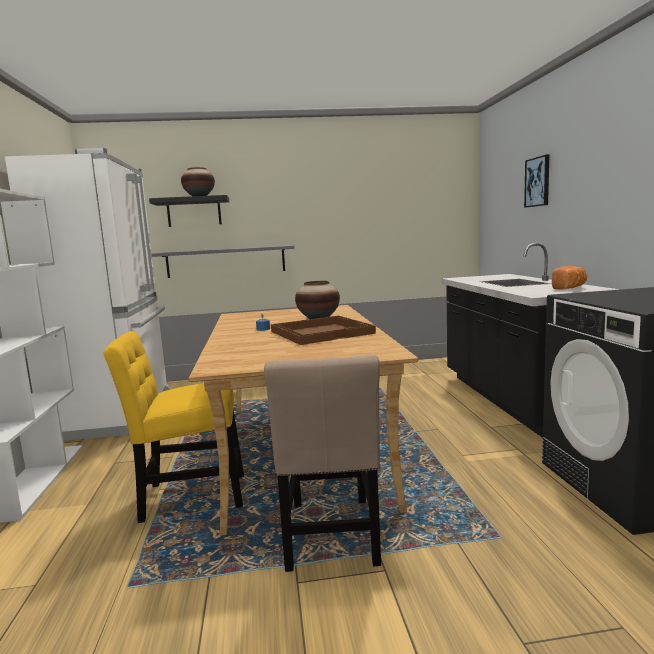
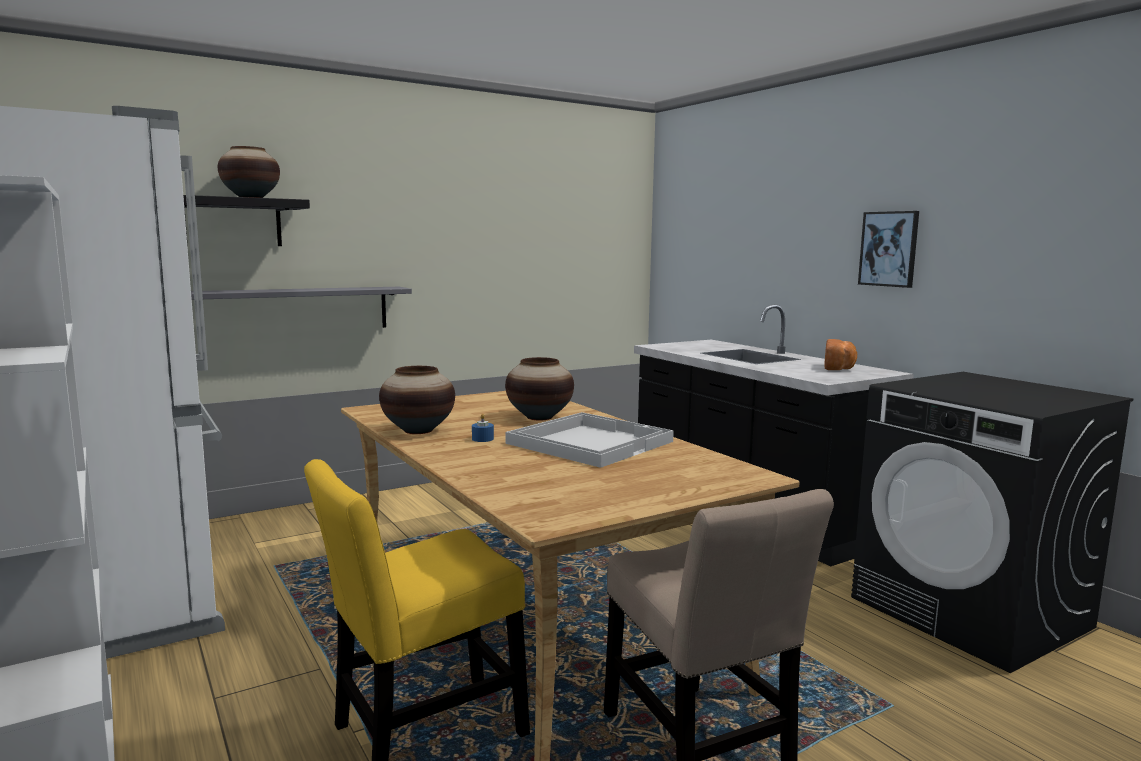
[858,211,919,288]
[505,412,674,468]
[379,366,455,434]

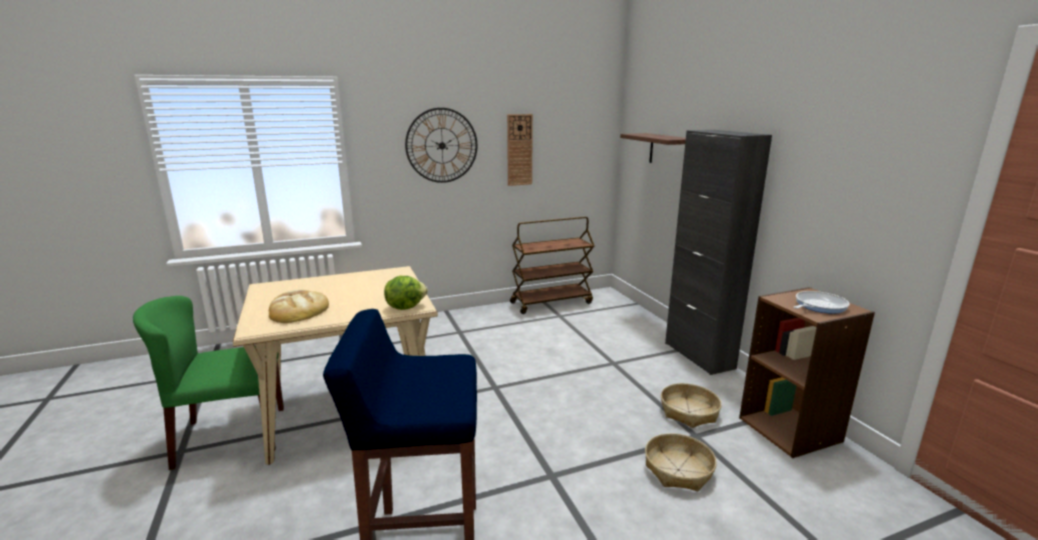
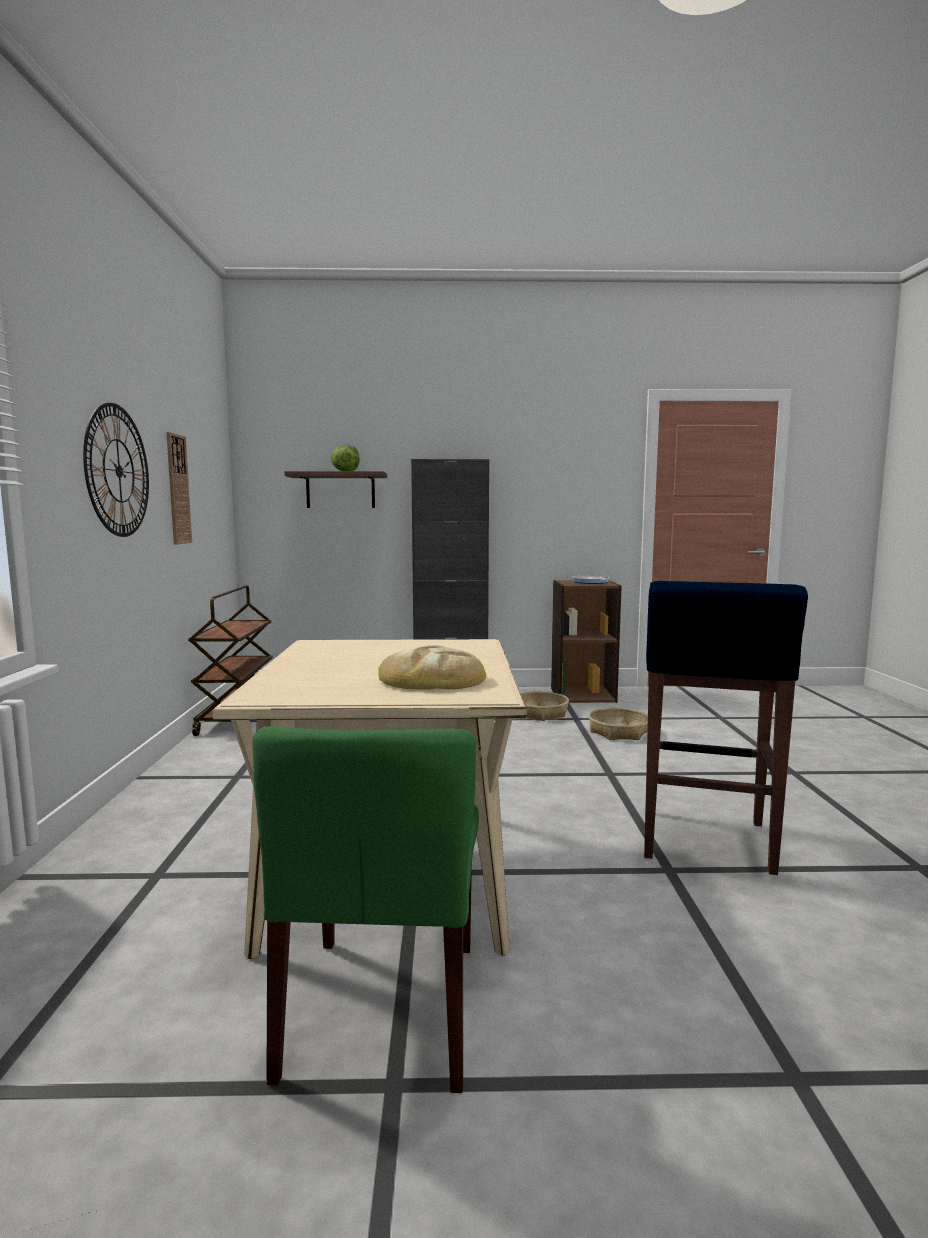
[331,445,359,471]

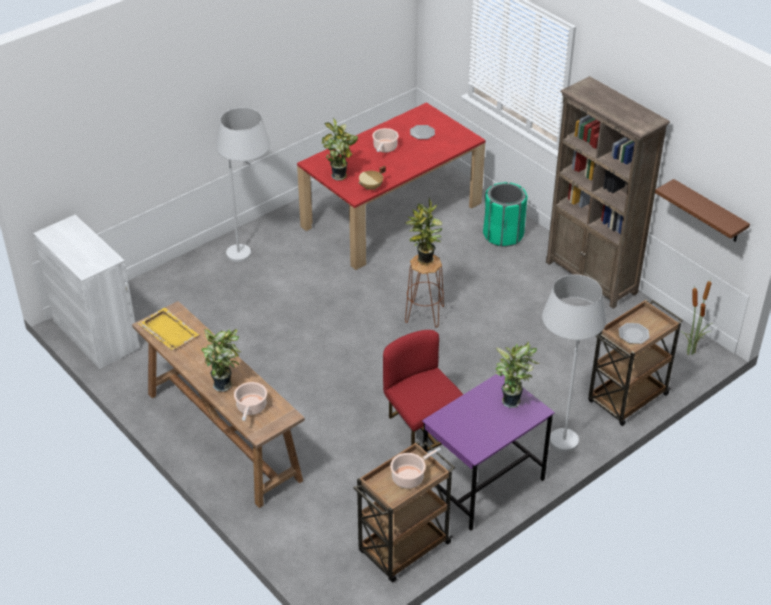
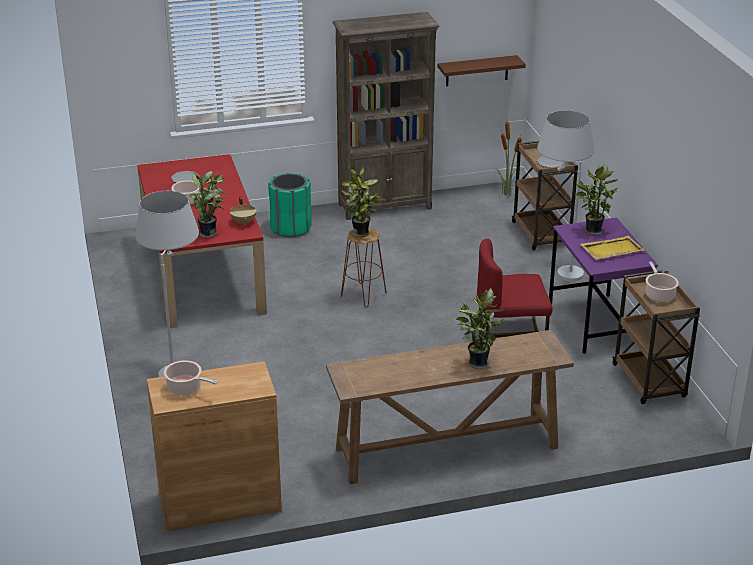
[147,361,282,532]
[581,236,644,260]
[164,360,218,395]

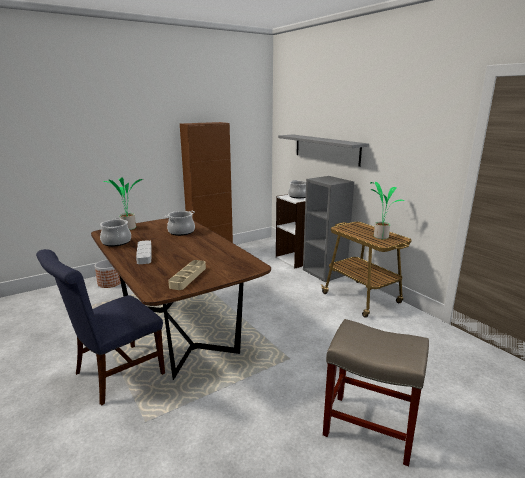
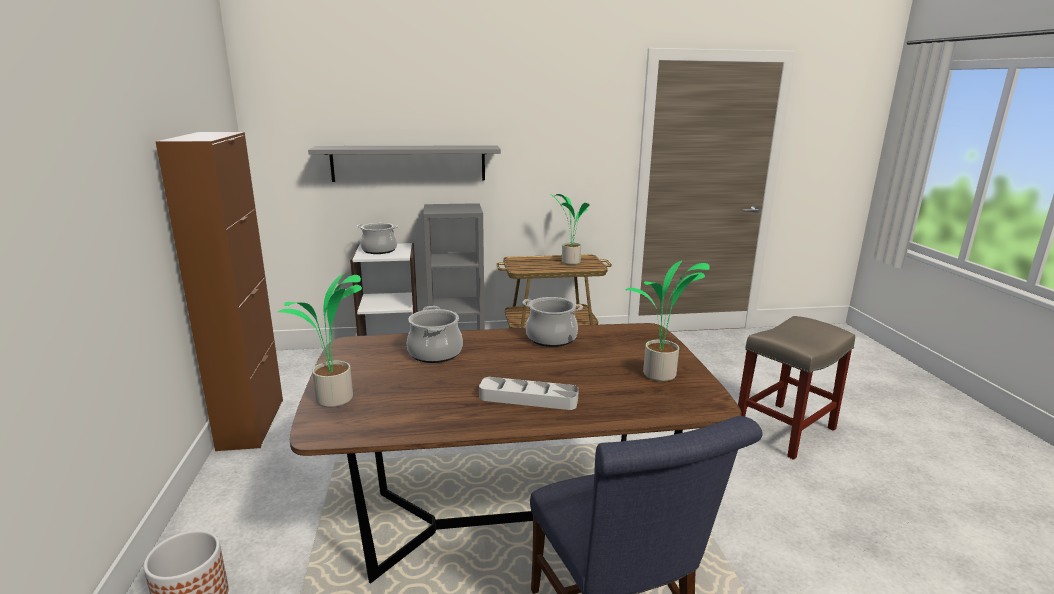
[522,297,583,347]
[625,260,710,382]

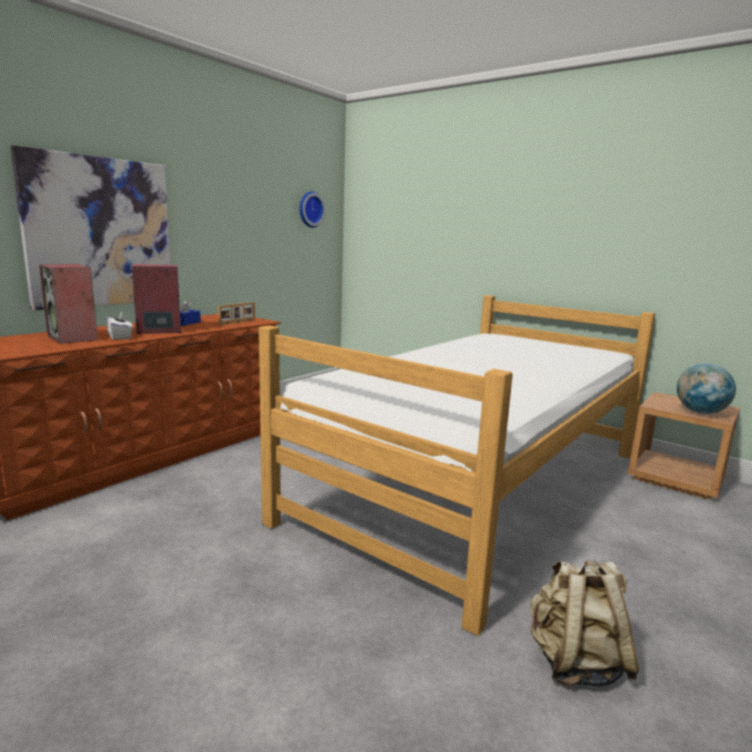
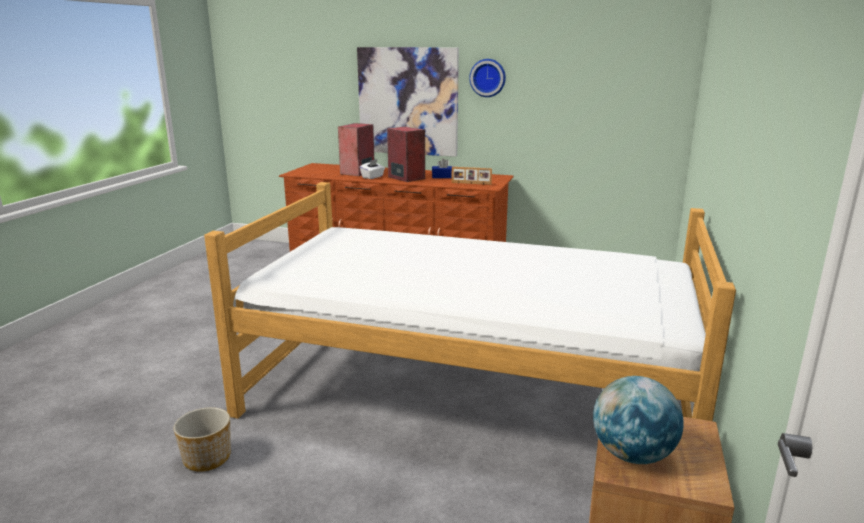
[469,59,506,97]
[174,407,231,472]

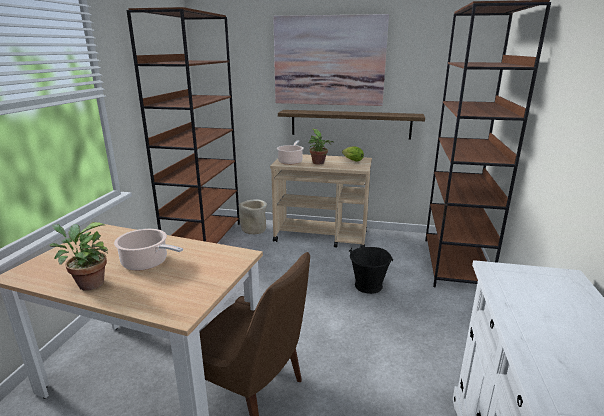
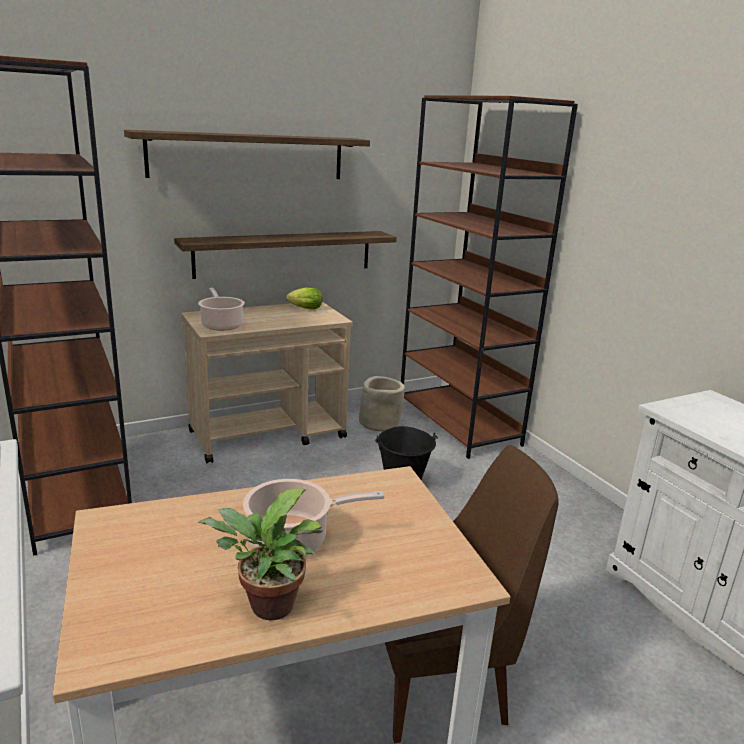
[124,130,370,179]
[309,129,334,165] (first image)
[359,376,405,431]

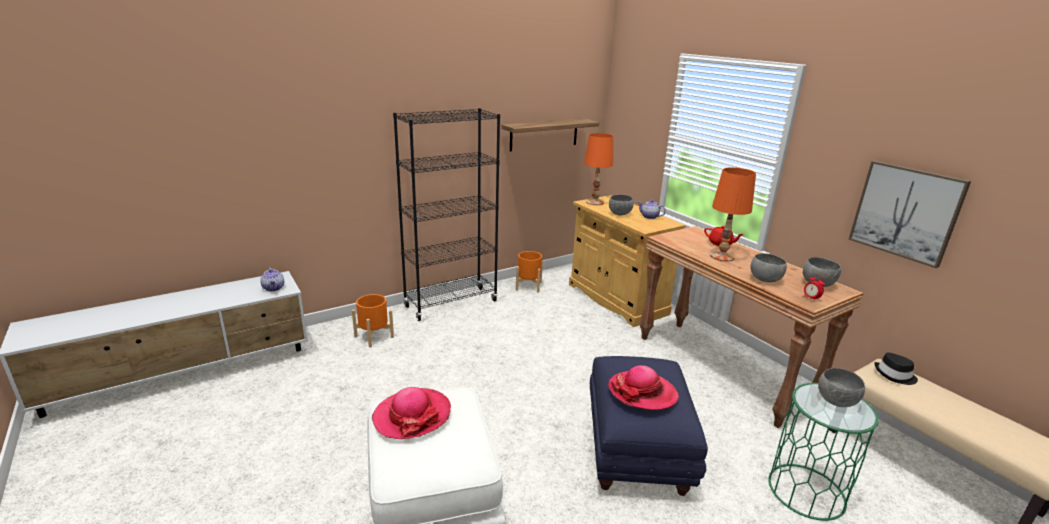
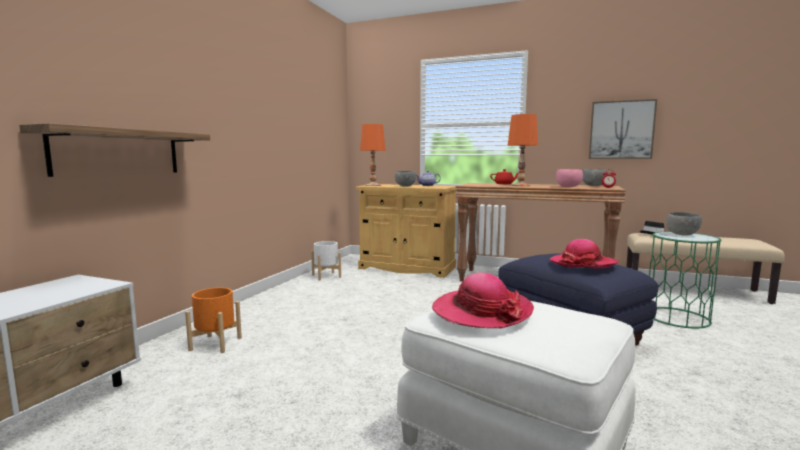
[393,108,500,321] (first image)
[19,123,210,177]
[311,241,341,281]
[556,169,583,187]
[260,267,284,291] (first image)

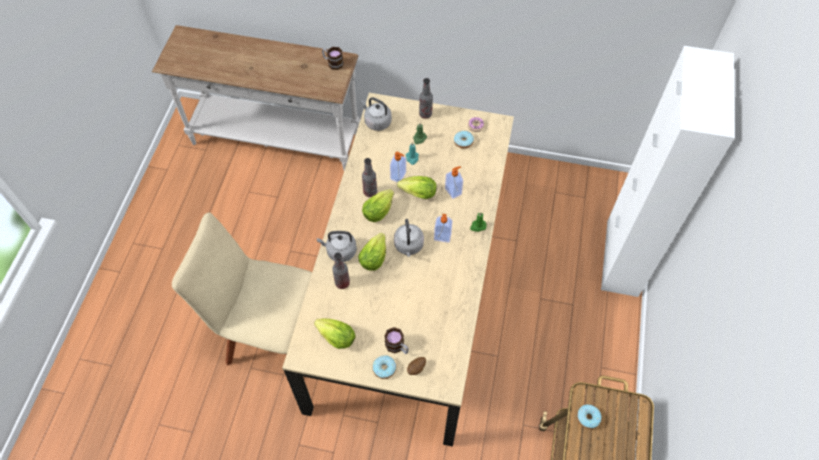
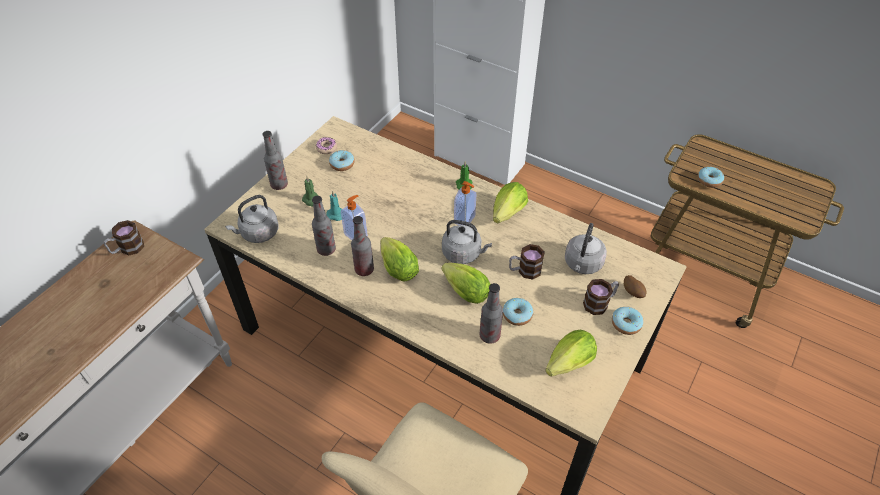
[445,166,463,199] (first image)
[493,182,528,224]
[565,223,607,274]
[312,196,336,256]
[509,244,545,280]
[503,298,533,326]

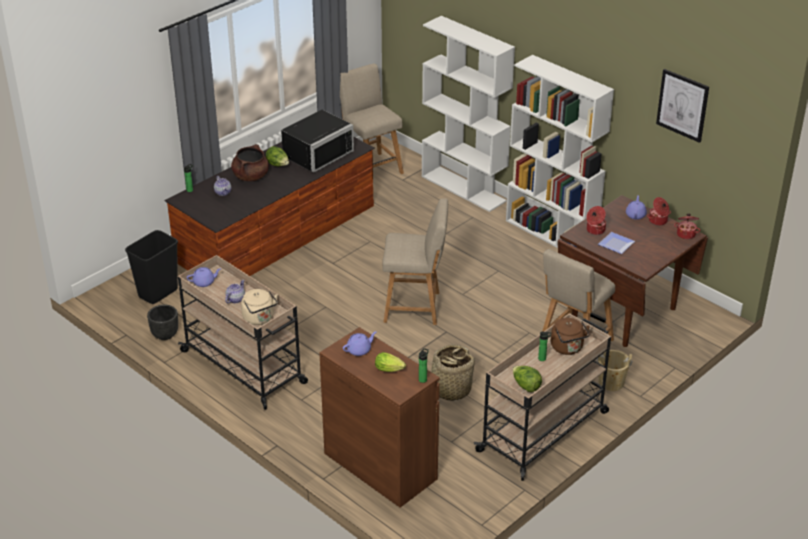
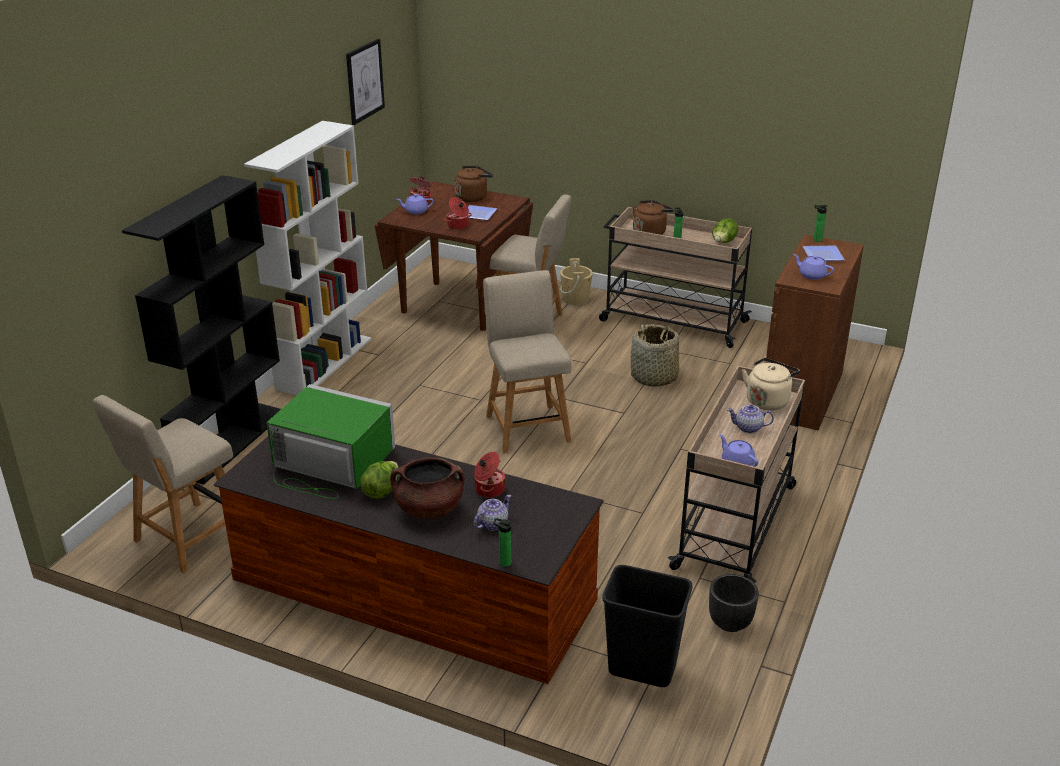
[122,175,281,485]
[267,384,395,499]
[474,452,506,498]
[803,246,845,261]
[455,166,493,202]

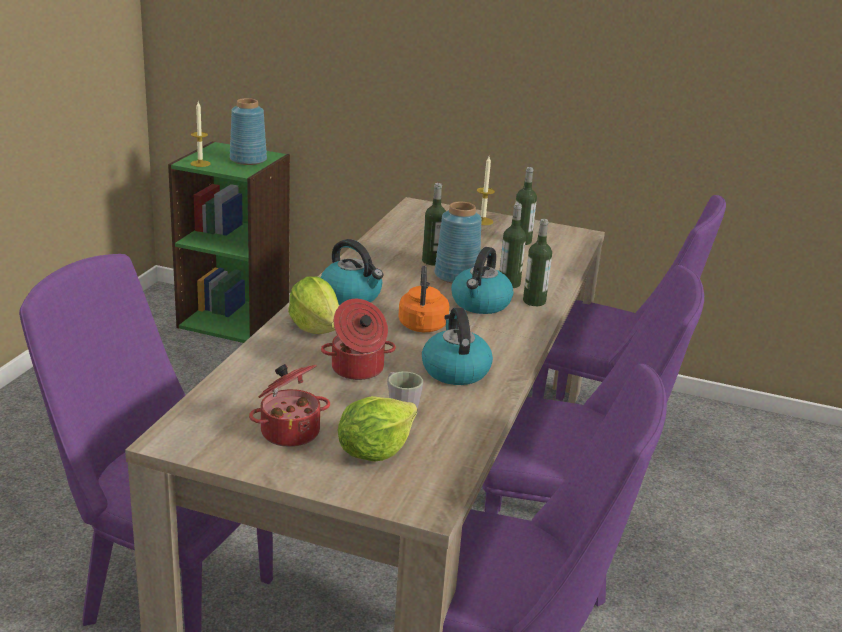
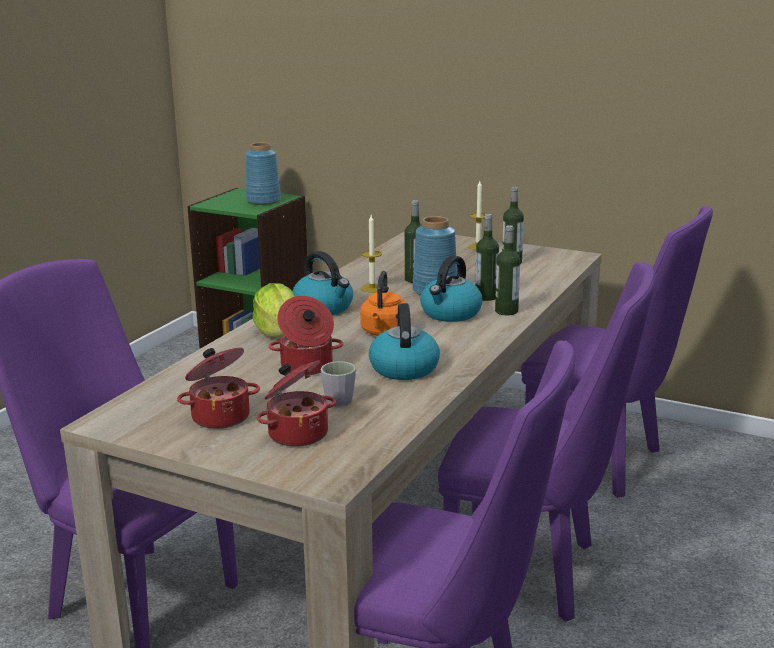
[361,215,382,293]
[257,360,336,447]

